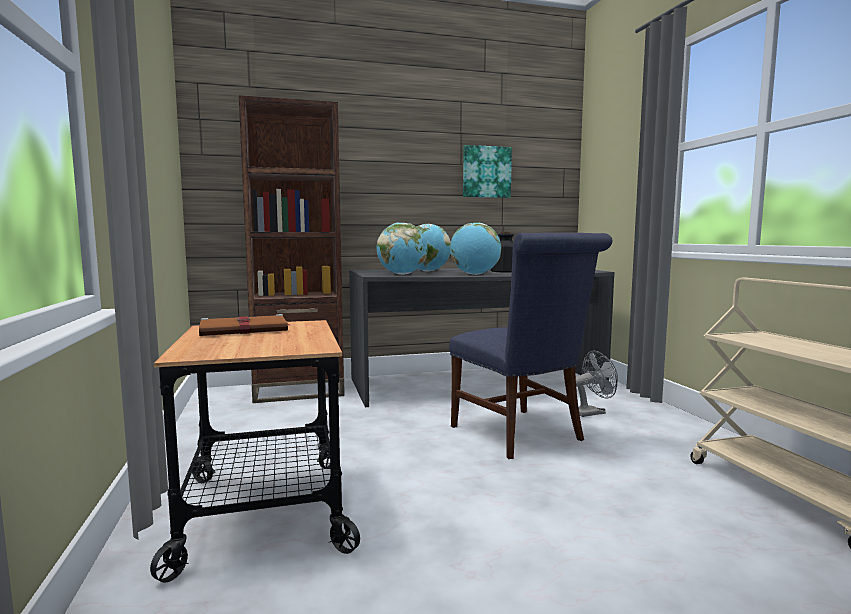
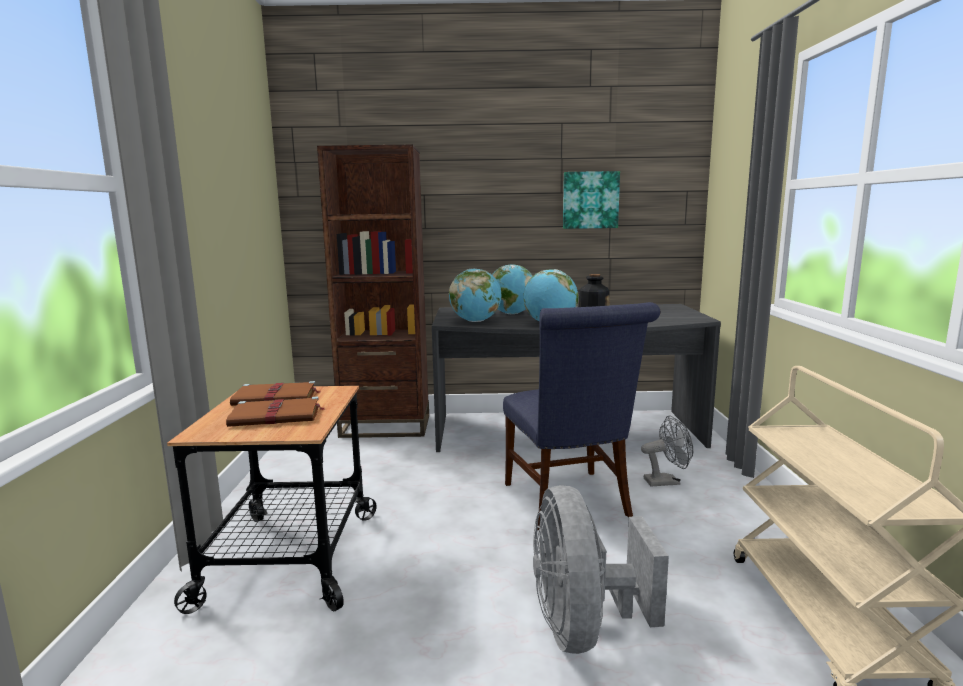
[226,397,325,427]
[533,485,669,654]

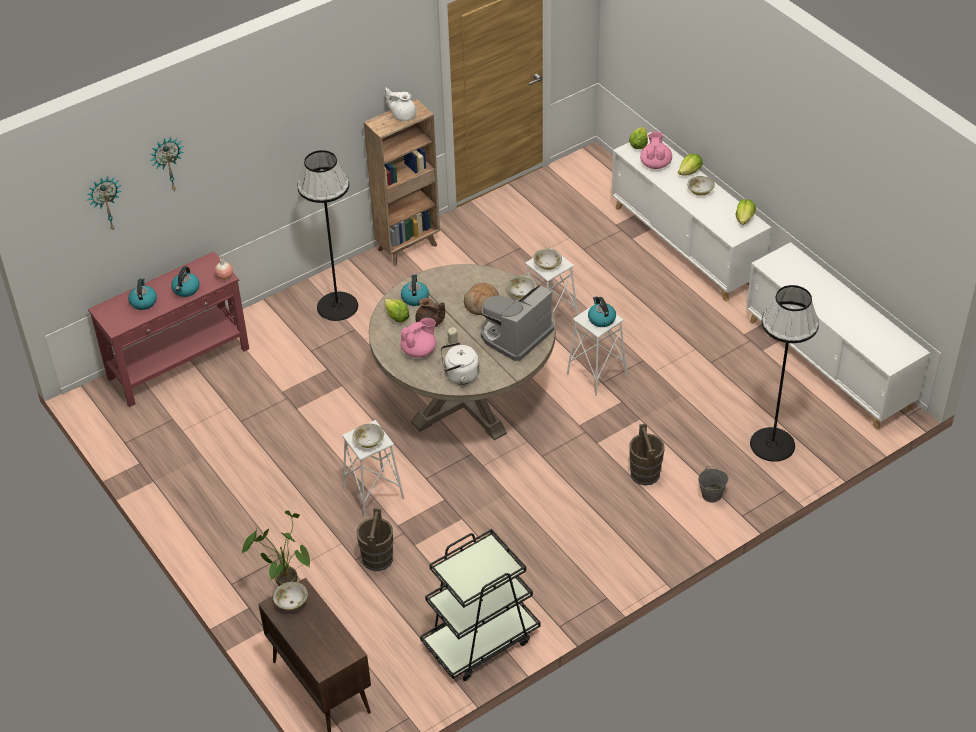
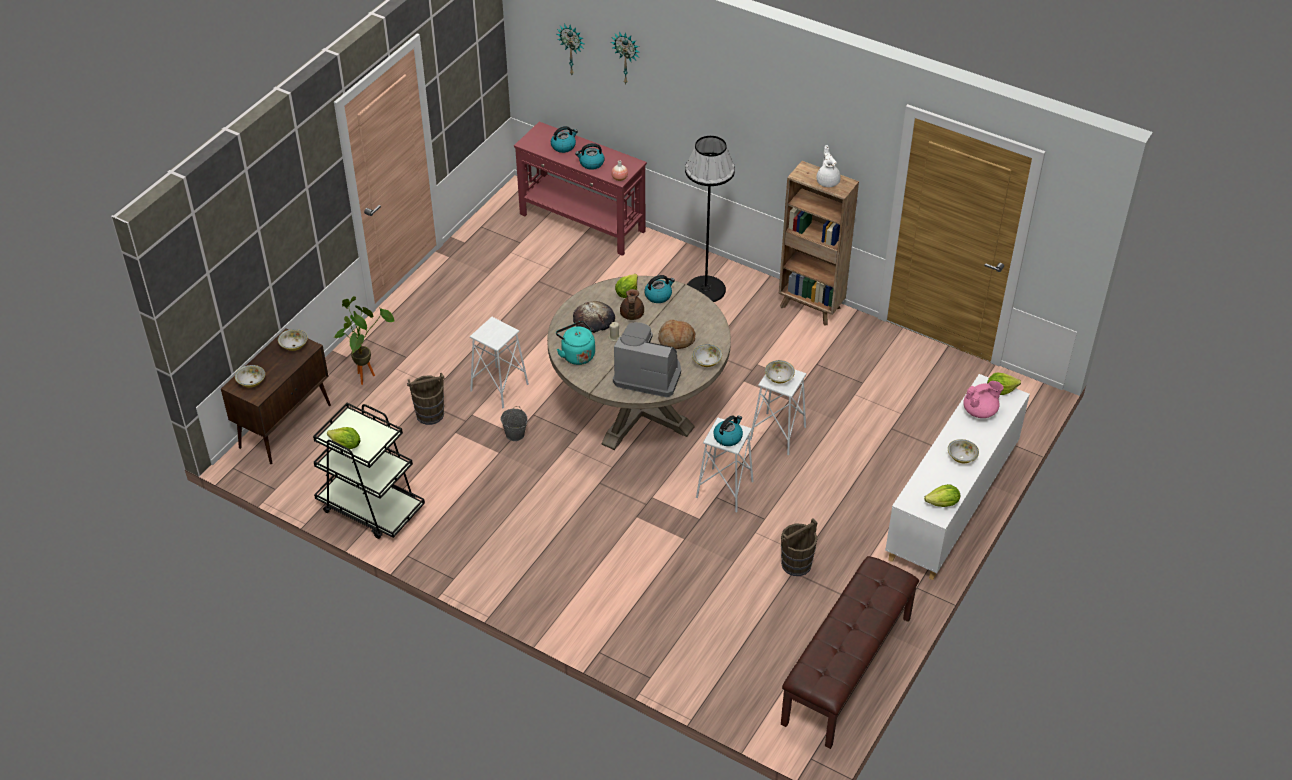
[327,427,361,449]
[781,556,919,749]
[750,285,819,462] (first image)
[573,301,615,333]
[556,321,595,365]
[235,365,265,388]
[781,518,818,576]
[500,406,528,441]

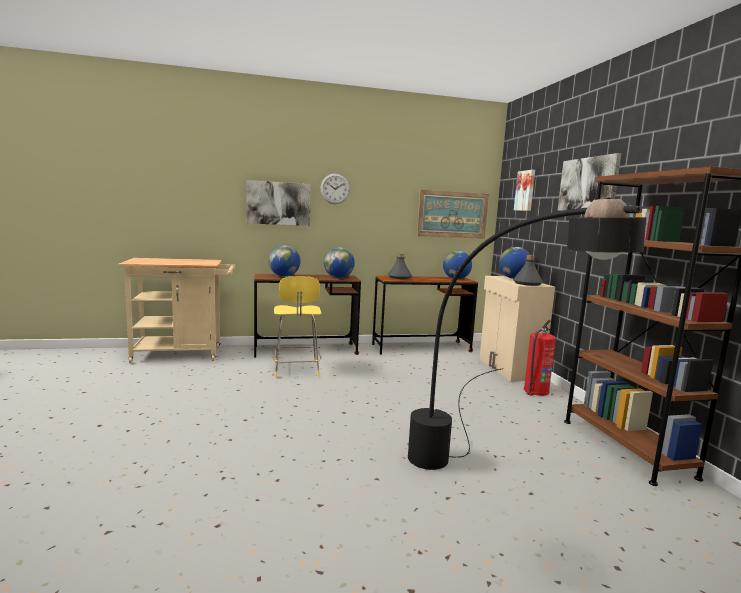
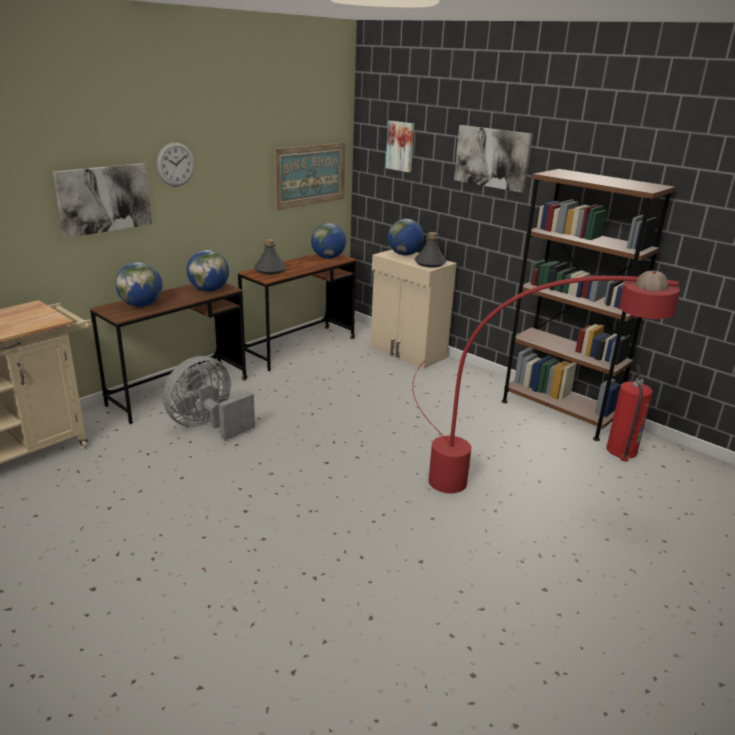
[412,271,680,493]
[163,356,255,440]
[606,365,653,462]

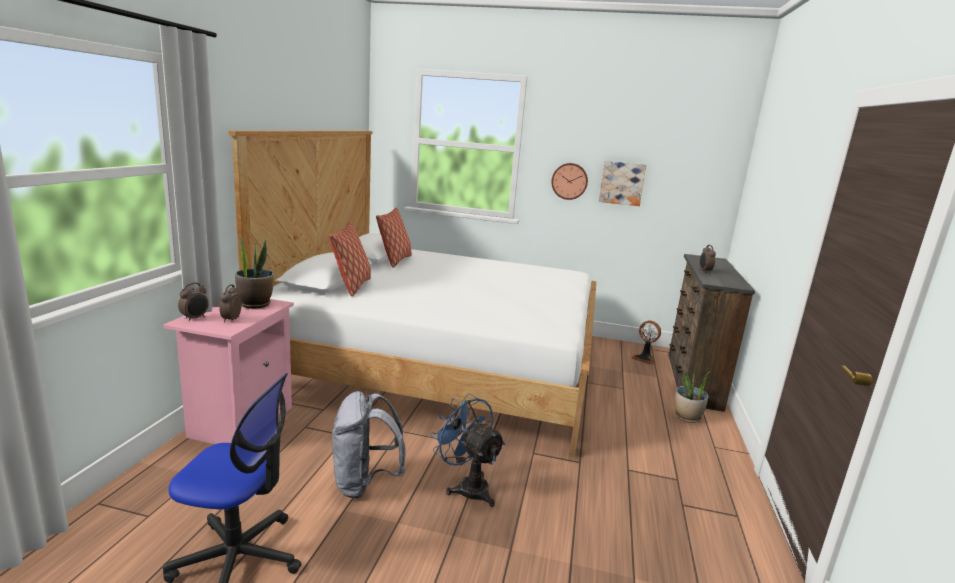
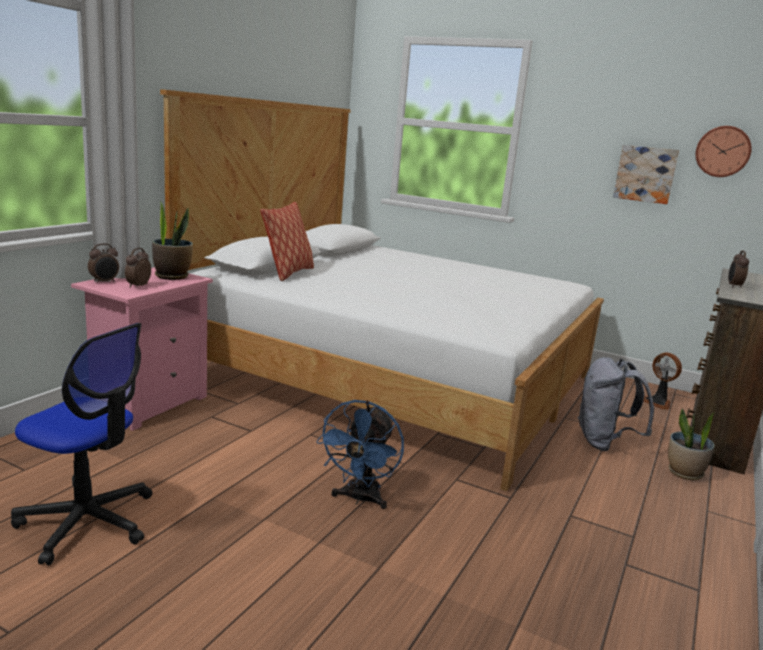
[695,126,752,177]
[376,208,412,268] (first image)
[577,357,654,451]
[316,400,404,509]

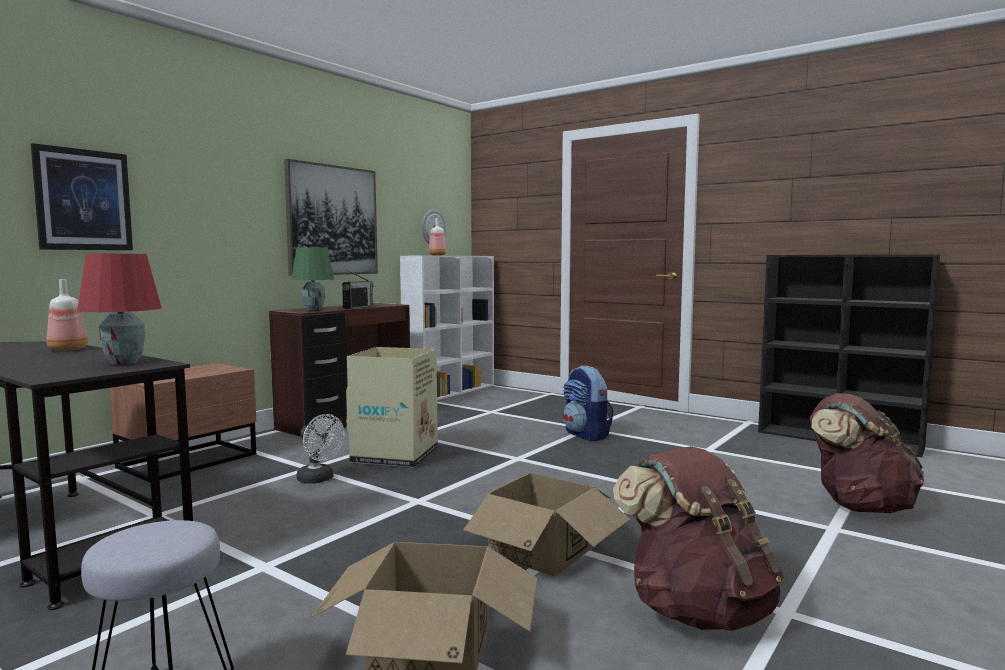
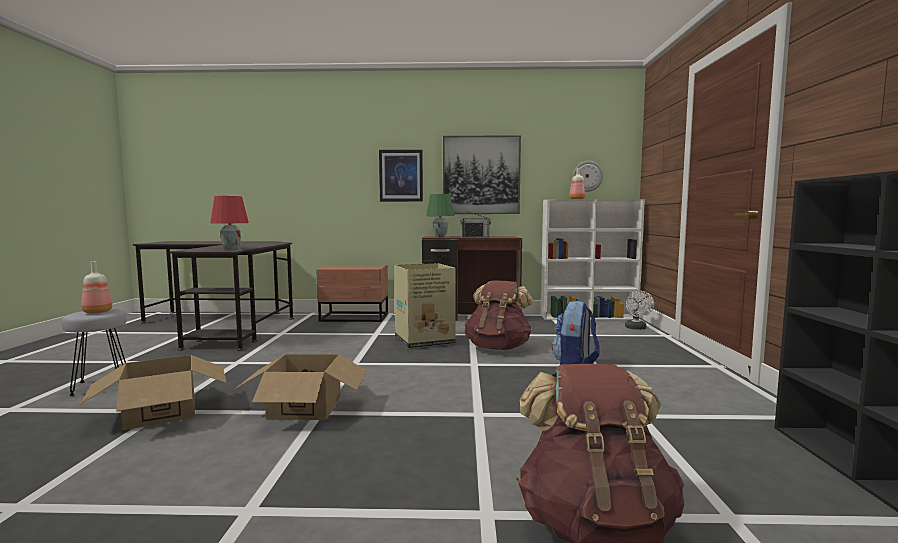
[379,150,423,202]
[81,261,112,313]
[625,290,654,330]
[465,281,533,350]

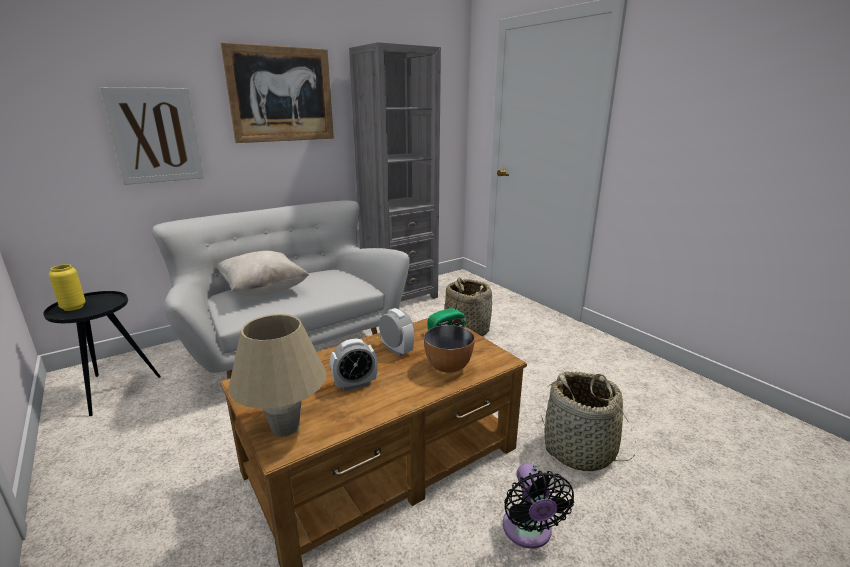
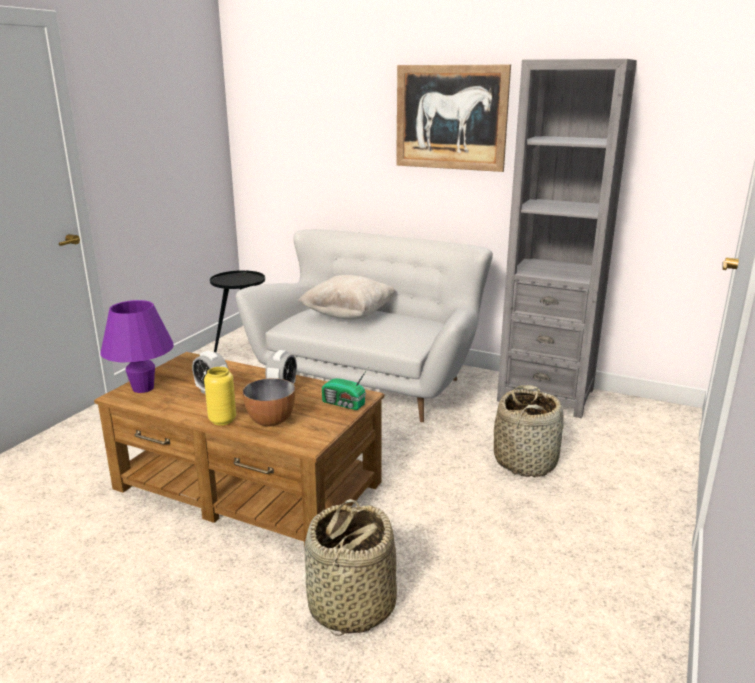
[100,87,204,185] (first image)
[204,367,236,426]
[100,300,174,393]
[503,463,574,549] (first image)

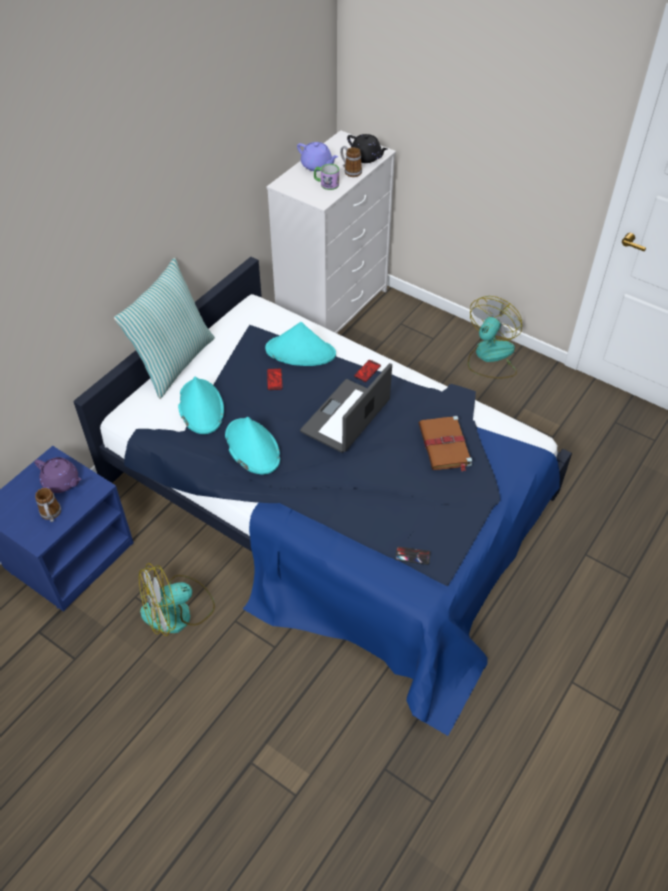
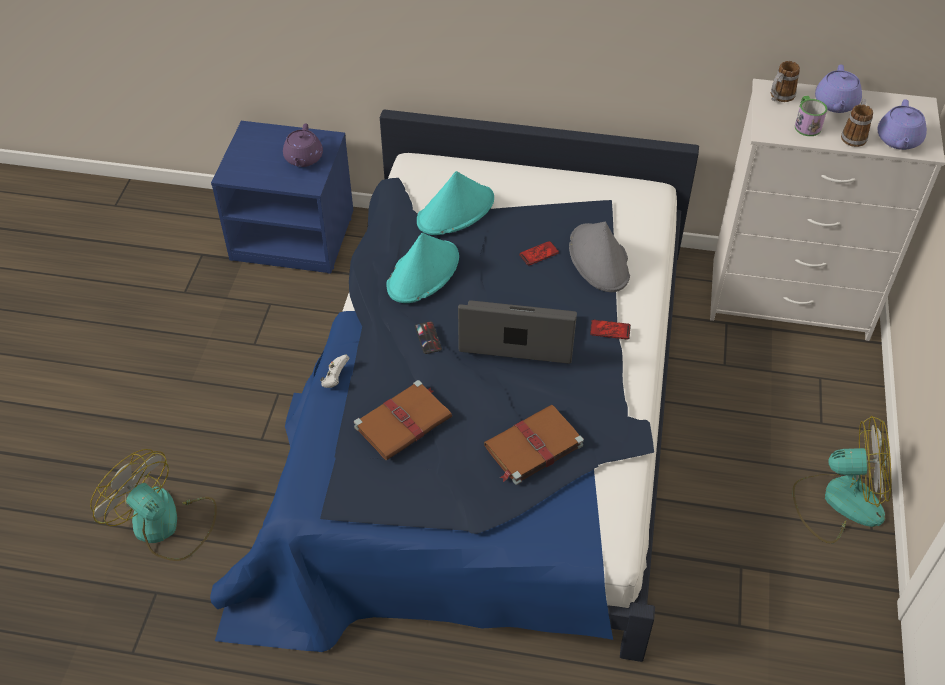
[877,99,927,150]
[114,258,215,399] (first image)
[569,221,630,292]
[771,61,800,102]
[415,321,442,354]
[90,449,217,561]
[320,354,350,388]
[354,380,452,461]

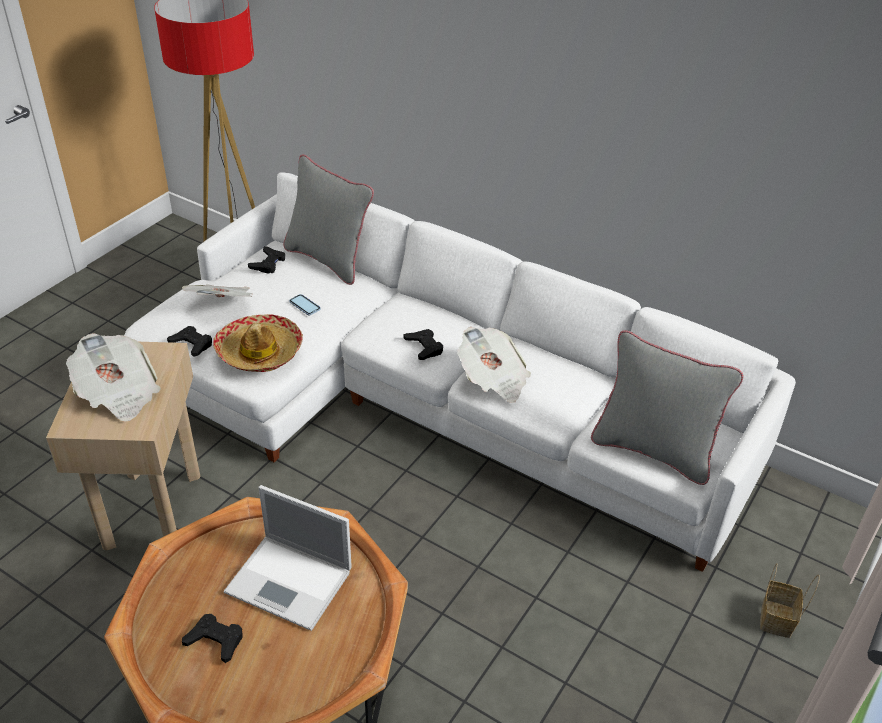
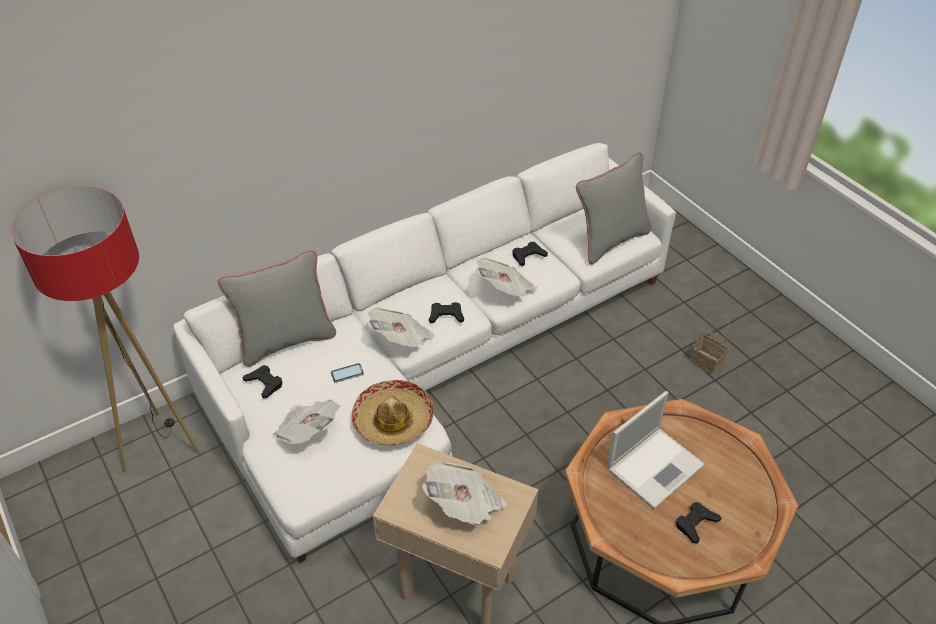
[513,242,548,266]
[690,316,730,374]
[367,308,434,348]

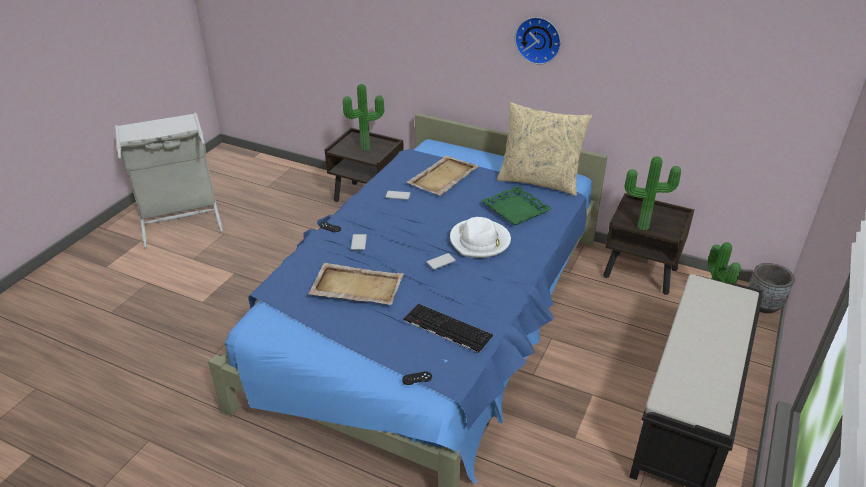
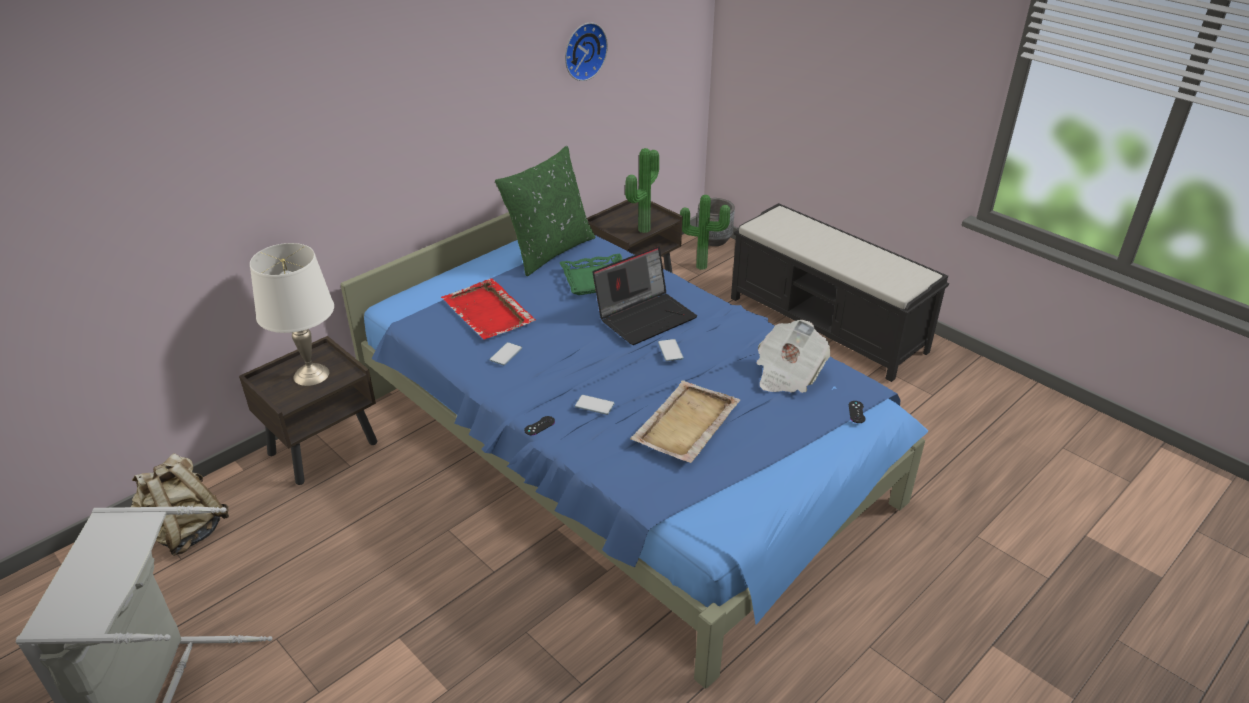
[565,23,608,81]
[250,243,334,386]
[495,146,596,276]
[441,278,536,340]
[592,246,697,345]
[756,320,830,393]
[131,453,229,556]

